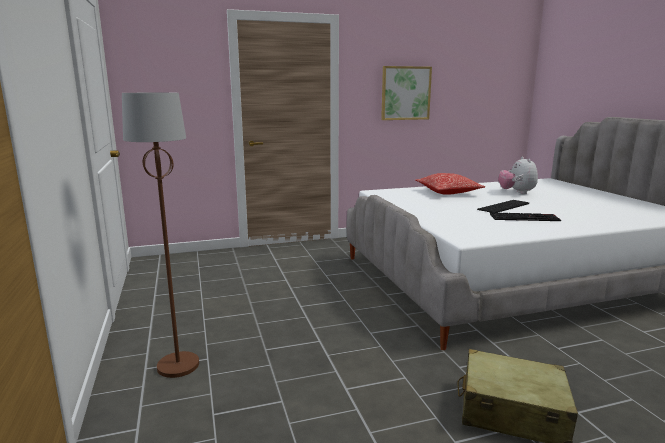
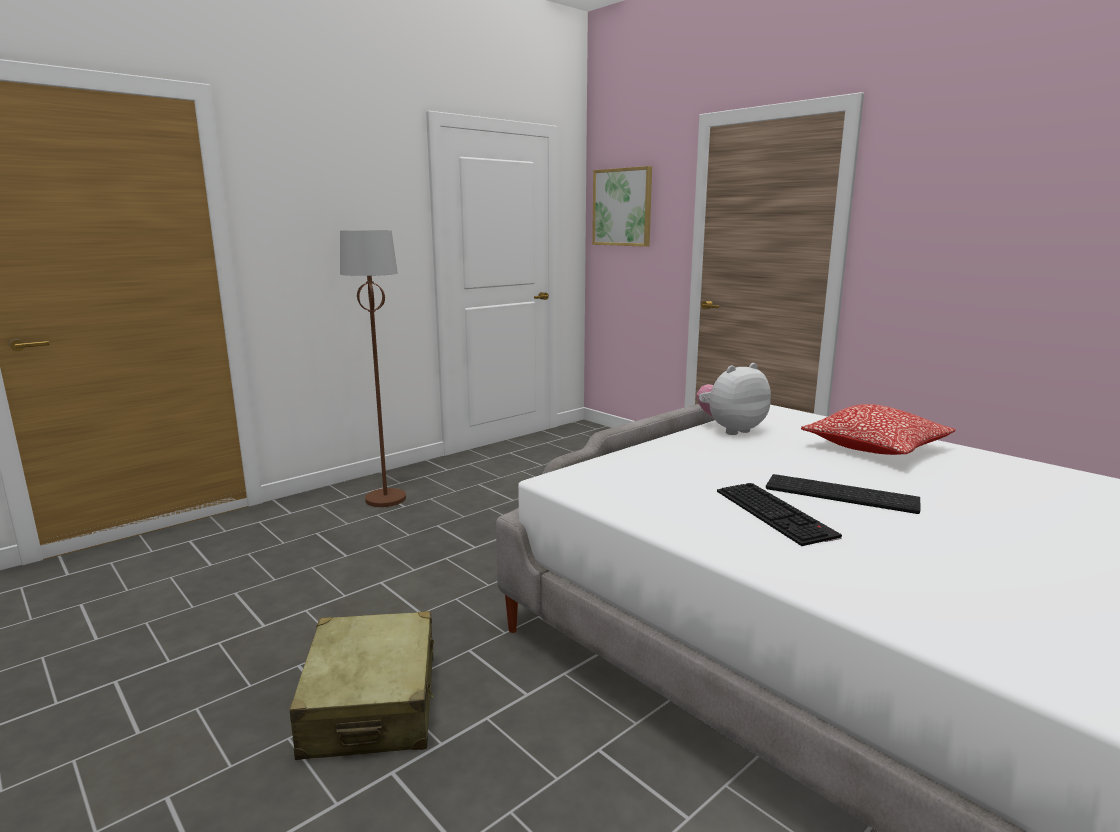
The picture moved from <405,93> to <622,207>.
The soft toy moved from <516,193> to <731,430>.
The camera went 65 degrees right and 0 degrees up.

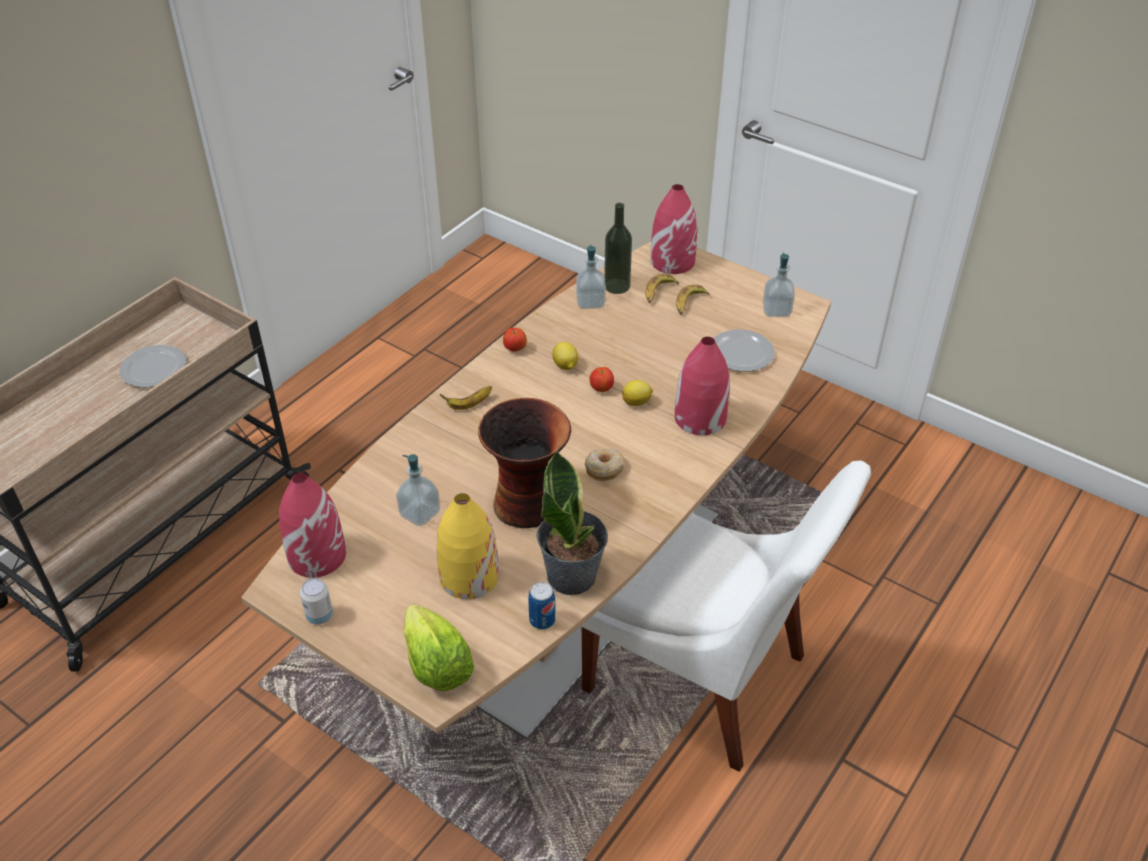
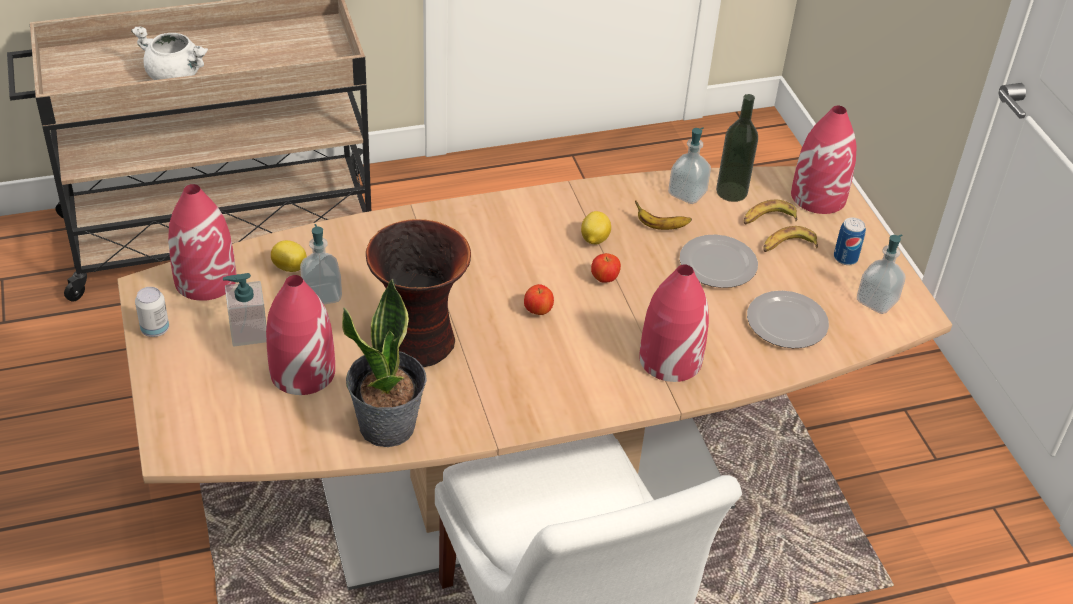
The whitish saucepot at <176,76> appeared.
The soap bottle at <248,332> appeared.
The yellow decorative vase at <468,577> became the red-coloured decorative vase at <302,372>.
The citrus fruit moved from <637,402> to <290,268>.
The whole apple moved from <515,349> to <538,311>.
The whole banana moved from <469,405> to <660,226>.
The dinner plate moved from <153,368> to <717,263>.
The metal can moved from <542,620> to <845,258>.
The lettuce at <436,665> disappeared.
The donut at <604,469> disappeared.
The camera went 35 degrees right and 0 degrees up.

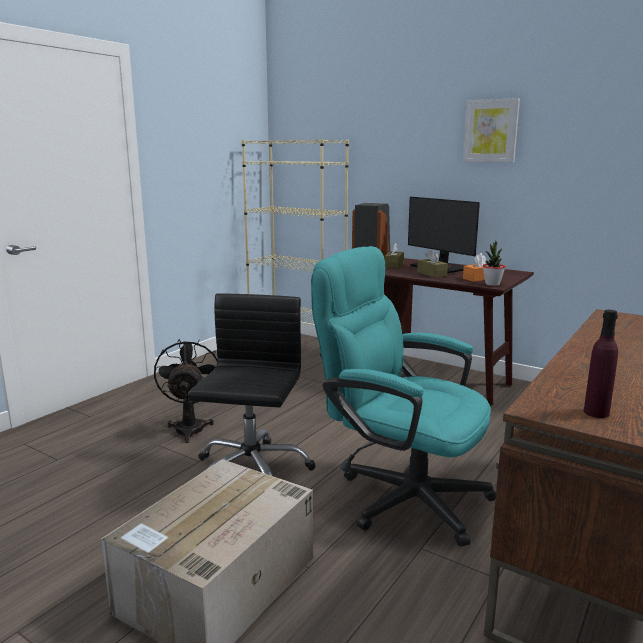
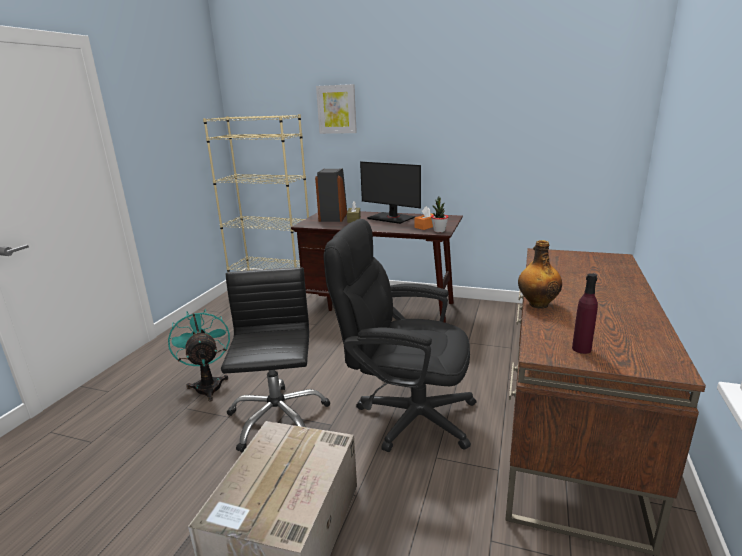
The black-coloured cooling fan at <190,426> became the turquoise cooling fan at <208,384>.
The picture moved from <491,131> to <337,109>.
The turquoise computer chair at <401,495> became the black-coloured computer chair at <405,414>.
The beverage bottle at <537,304> appeared.
The brownish tissue holder at <431,274> disappeared.
The camera went 15 degrees left and 5 degrees up.

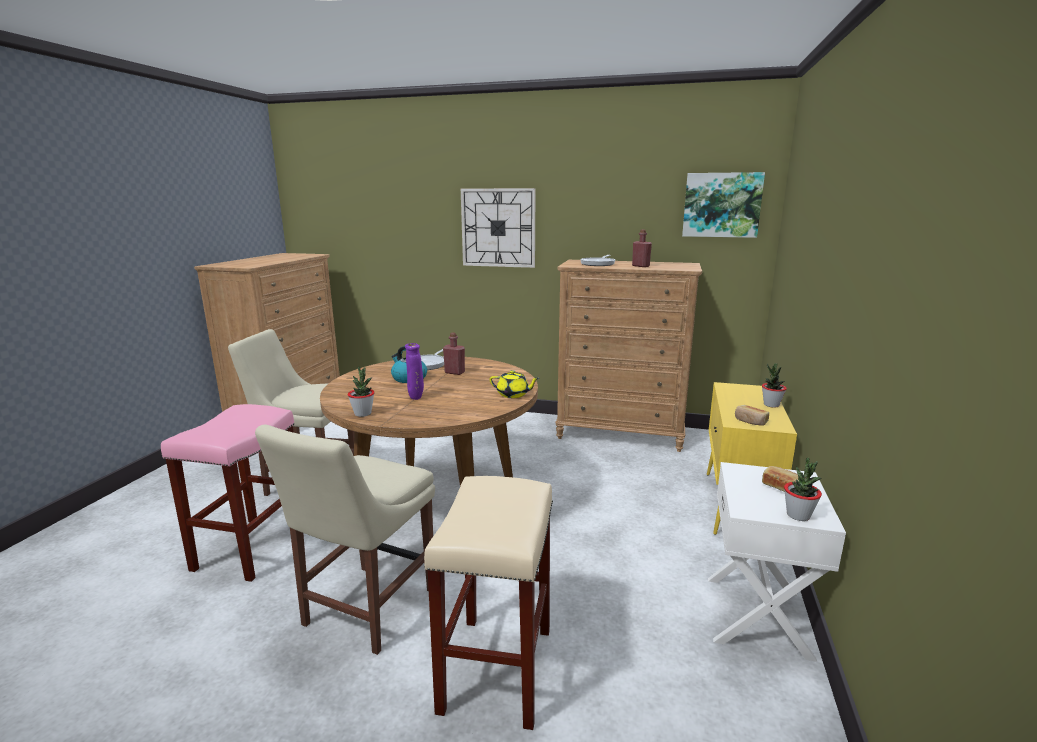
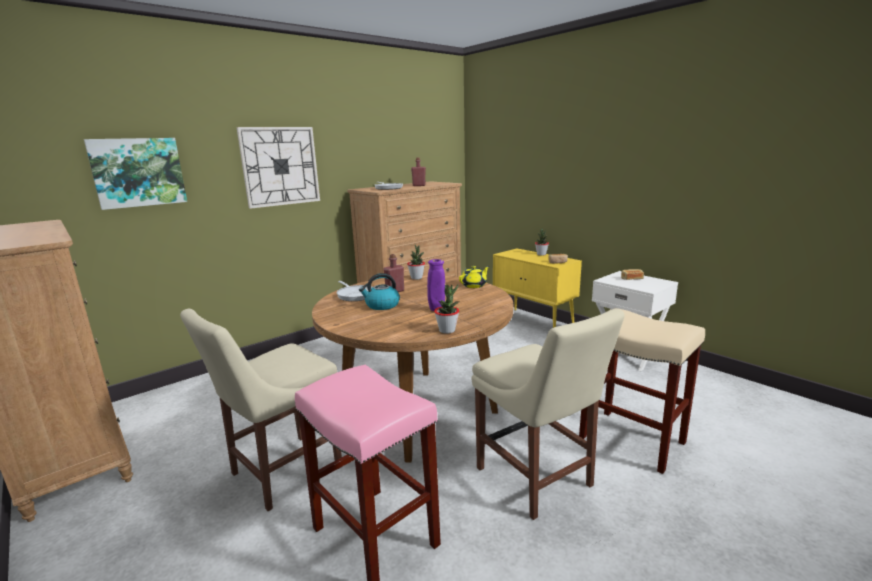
The picture moved from <721,205> to <138,172>.
The houseplant moved from <798,515> to <416,278>.
The camera went 55 degrees left and 0 degrees up.

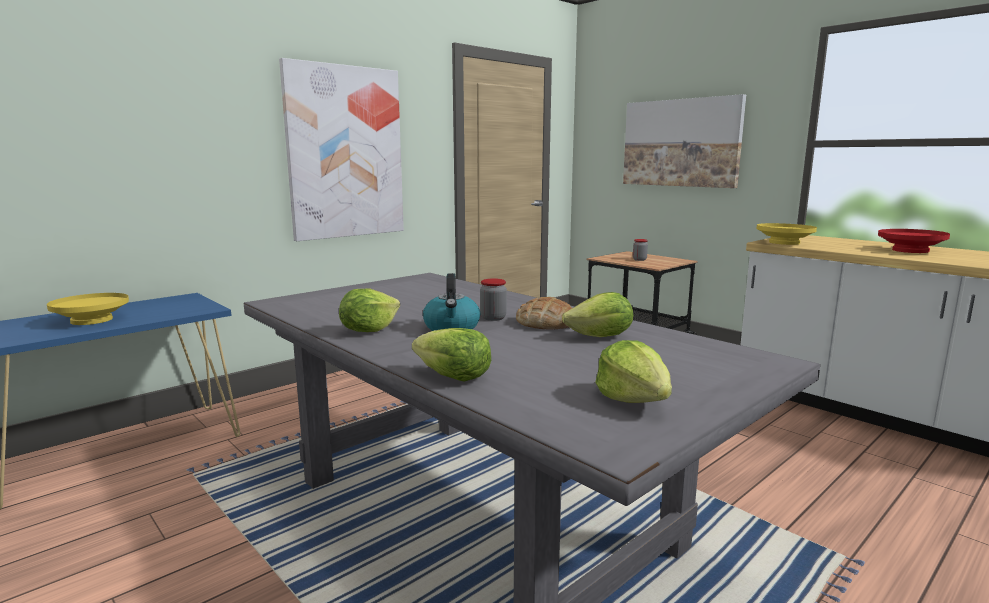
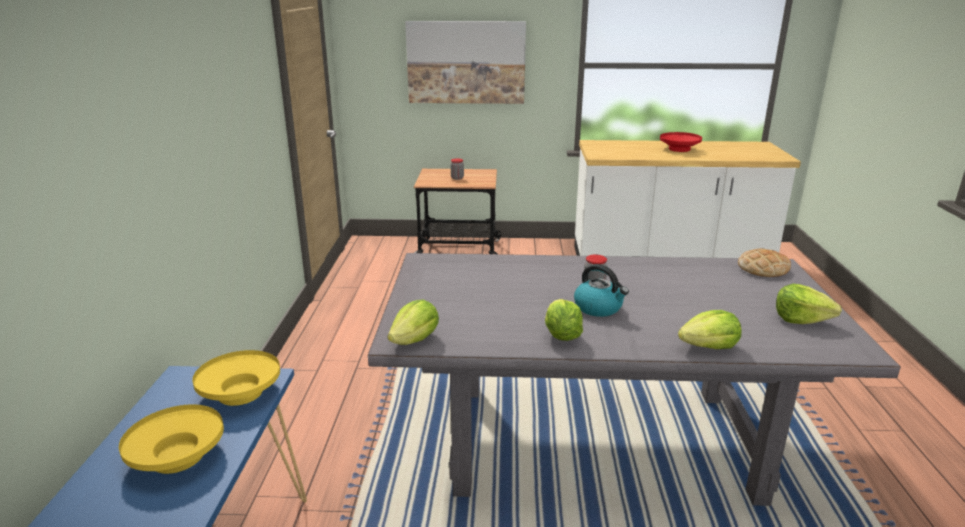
The yellow serving bowl moved from <784,243> to <240,393>.
The lettuce moved from <601,337> to <415,340>.
The bakery bread moved from <547,322> to <763,268>.
The picture at <345,153> disappeared.
The camera went 45 degrees left and 10 degrees up.

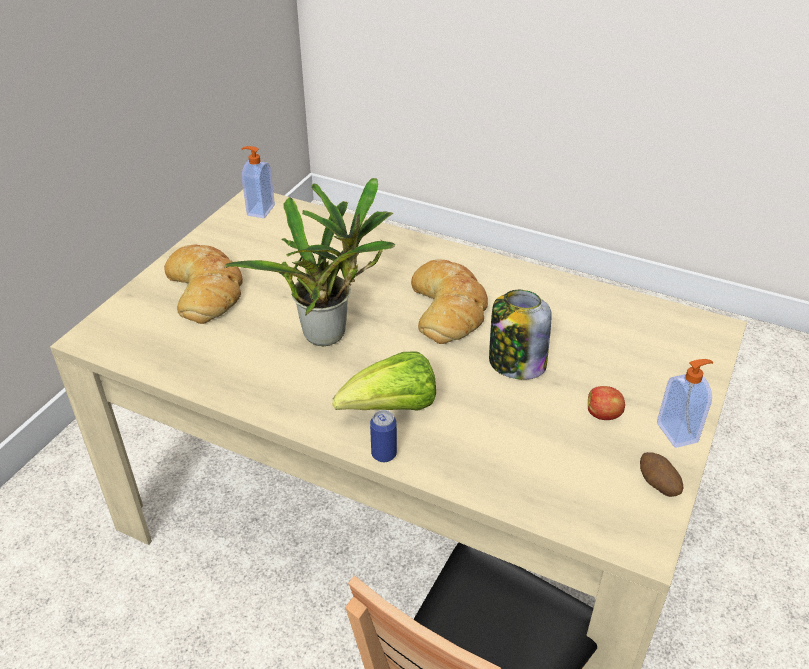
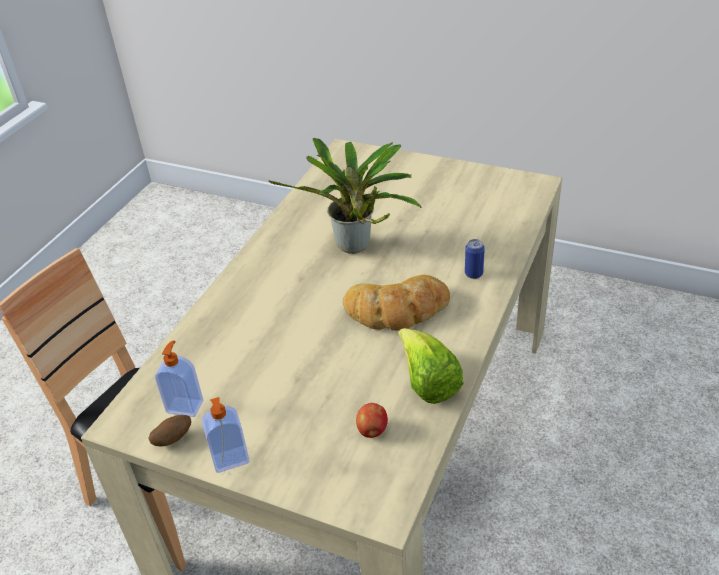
The soap bottle moved from <260,210> to <185,406>.
The whole apple moved from <603,415> to <372,430>.
The lettuce moved from <391,409> to <428,383>.
The metal can moved from <384,454> to <473,274>.
The bakery bread at <206,288> disappeared.
The storage jar at <515,363> disappeared.
The camera went 90 degrees right and 0 degrees up.

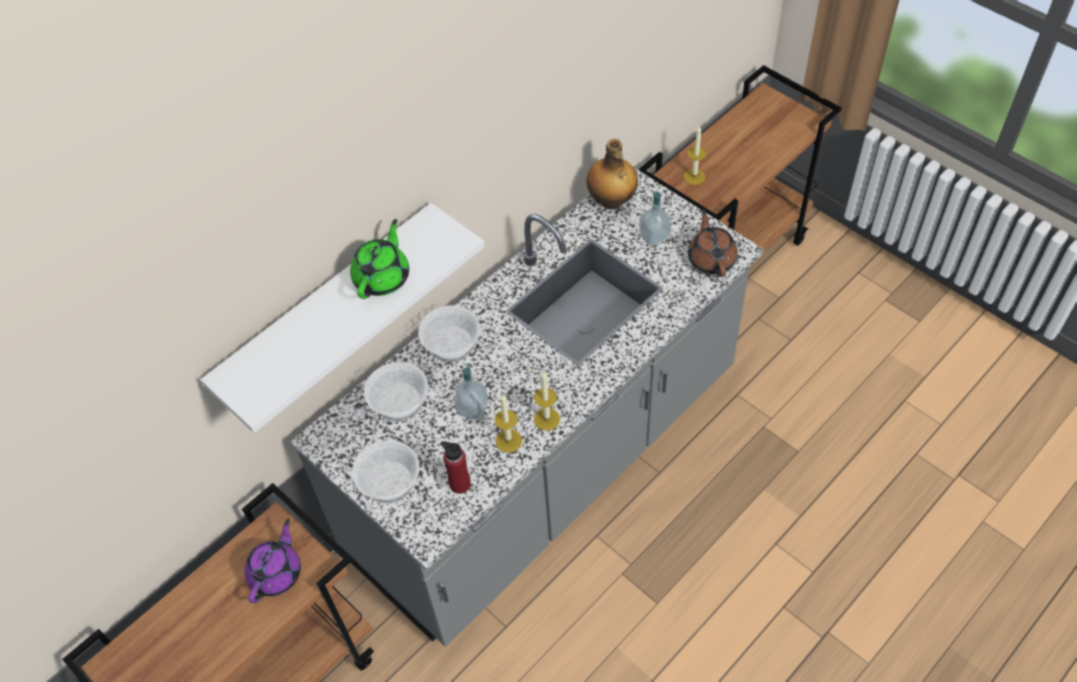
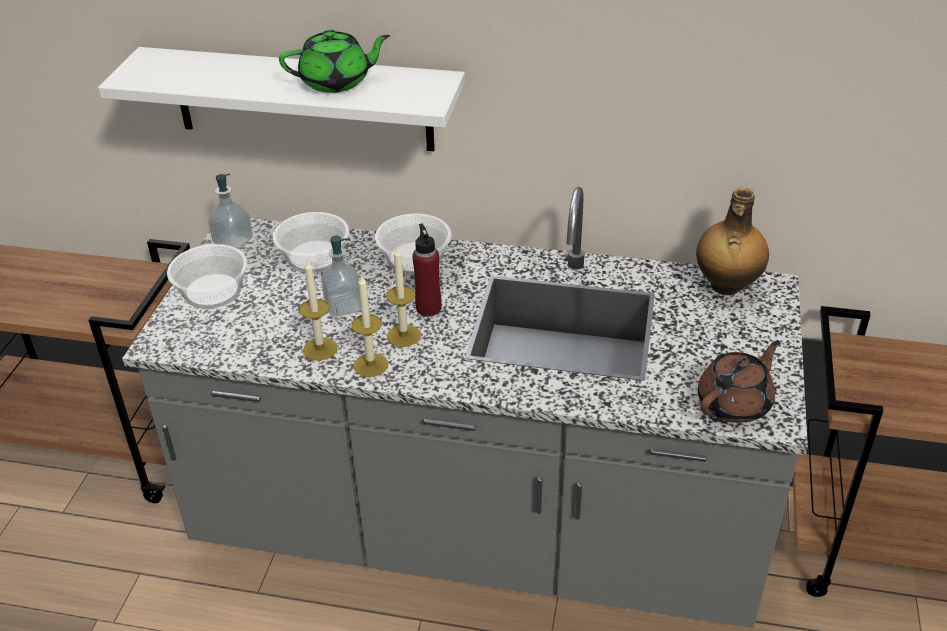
The soap bottle moved from <654,236> to <233,242>.
The wax light moved from <694,177> to <403,335>.
The red-coloured beverage bottle moved from <459,484> to <428,308>.
The purple-coloured pot for tea at <276,573> disappeared.
The camera went 55 degrees right and 15 degrees down.

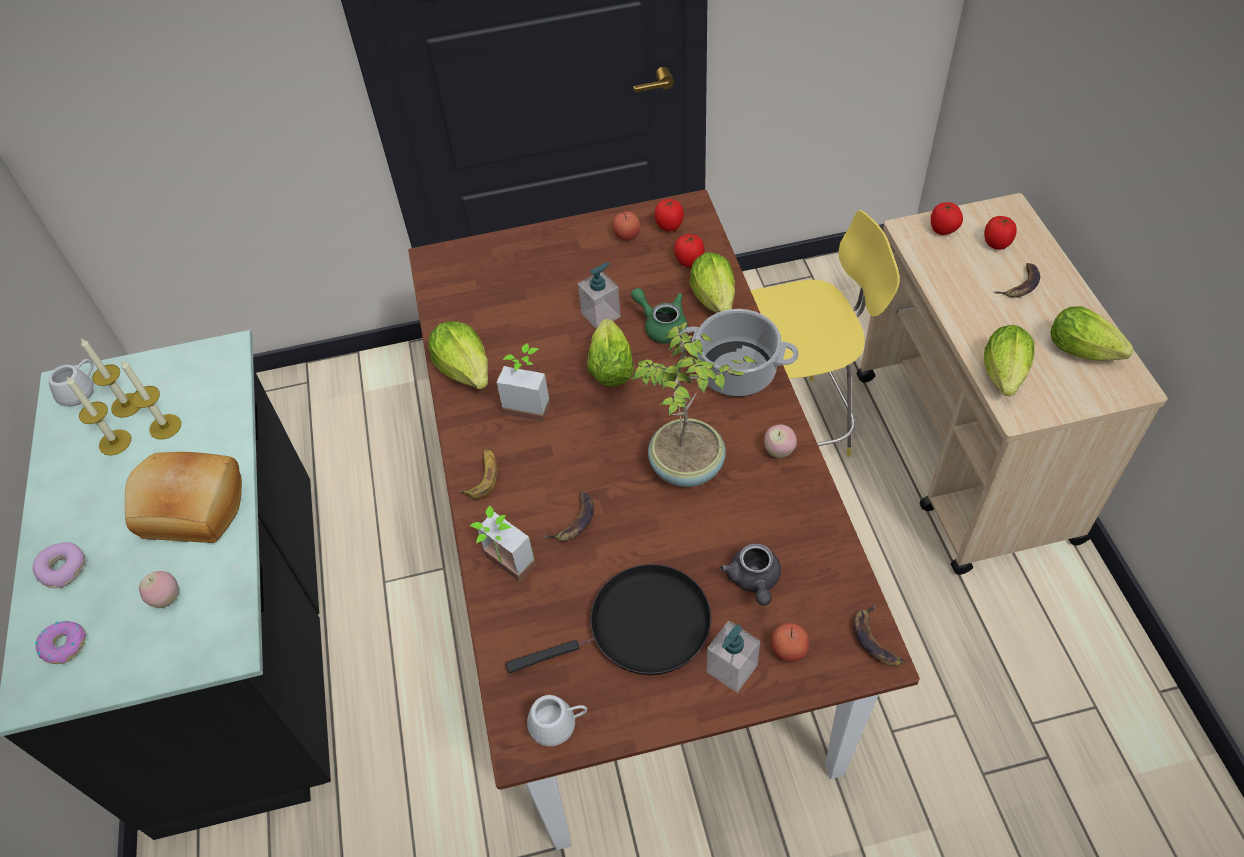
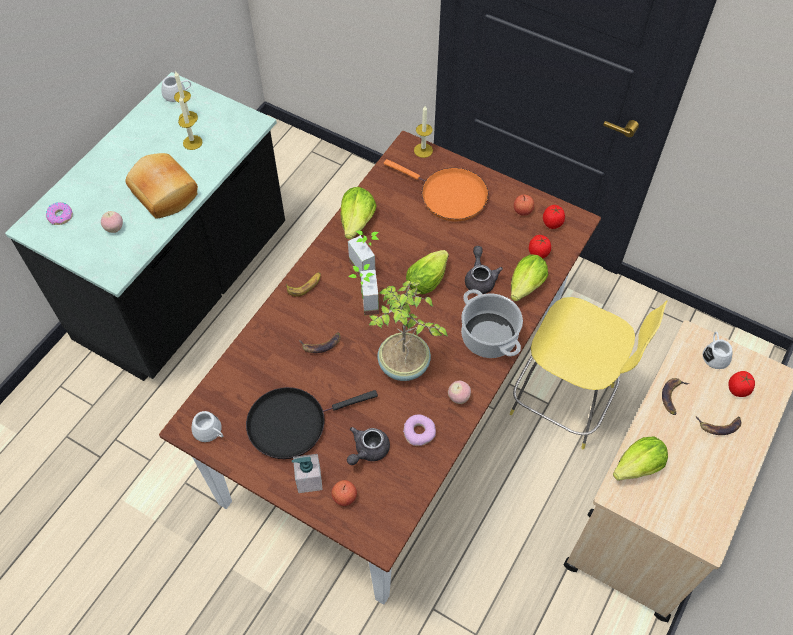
The black-coloured skillet at <641,627> turned 135 degrees clockwise.
The houseplant moved from <503,568> to <363,302>.
The orangey skillet at <449,196> appeared.
The donut moved from <63,568> to <419,432>.
The wax light moved from <115,442> to <423,150>.
The greenish pot for tea at <661,326> became the grey pot for tea at <480,278>.
The whole banana moved from <875,639> to <673,396>.
The fresh tomato at <943,230> was replaced by the whitish coffee mug at <714,354>.
The soap bottle at <601,315> disappeared.
The lettuce at <1086,352> disappeared.
The camera went 40 degrees right and 5 degrees up.

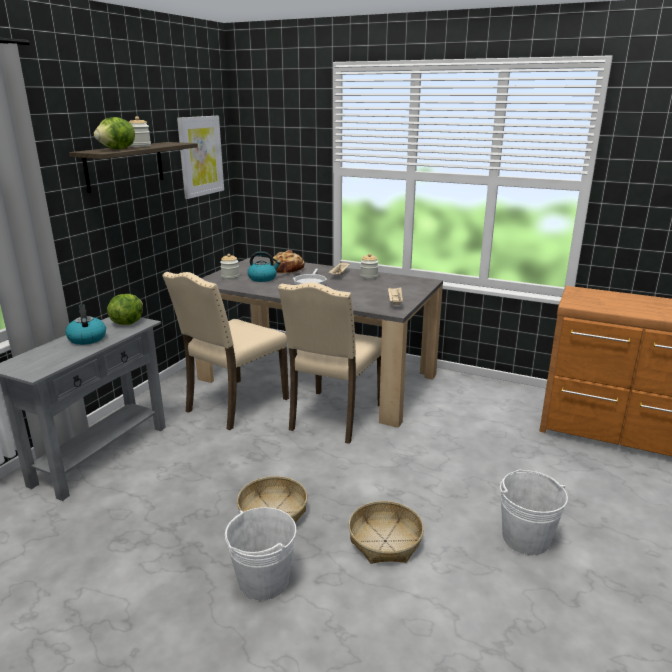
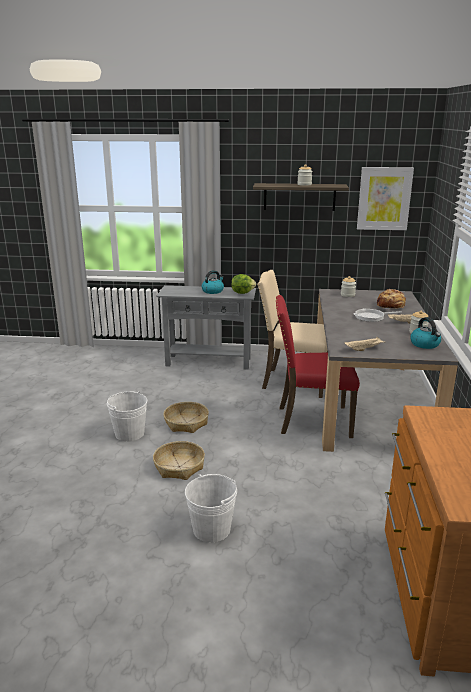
The beige plain chair at <333,417> became the red-coloured plain chair at <312,421>.
The water kettle moved from <263,278> to <425,344>.
The lettuce at <118,149> disappeared.
The camera went 70 degrees right and 0 degrees up.

